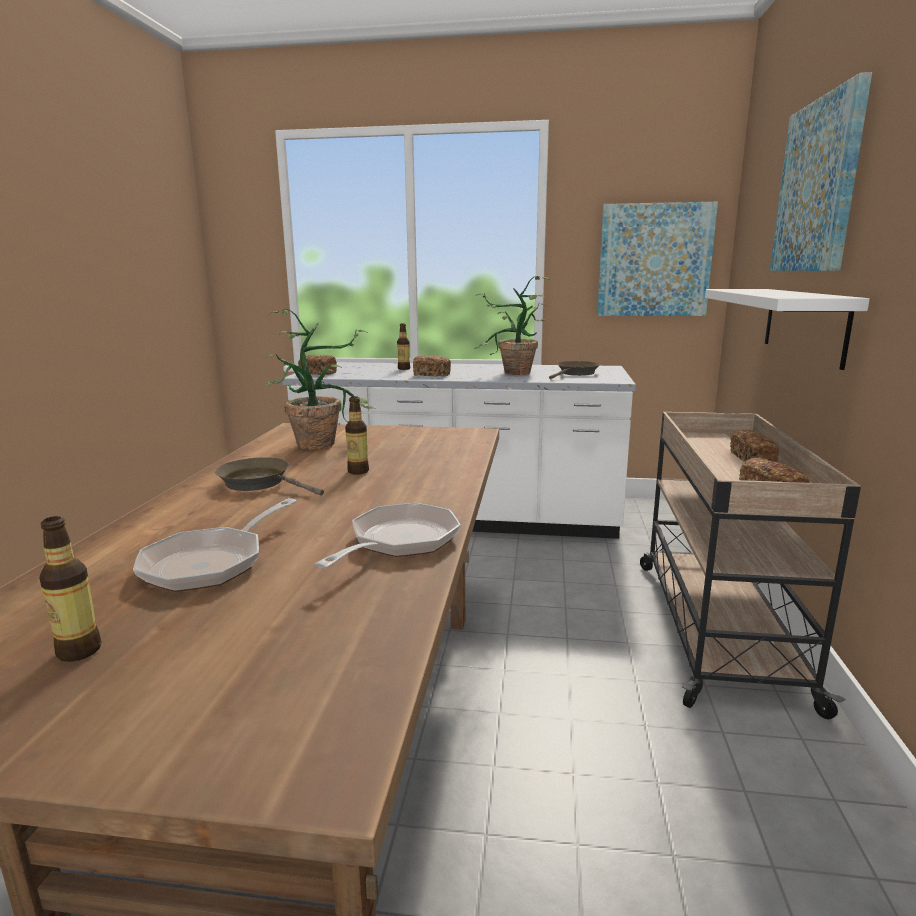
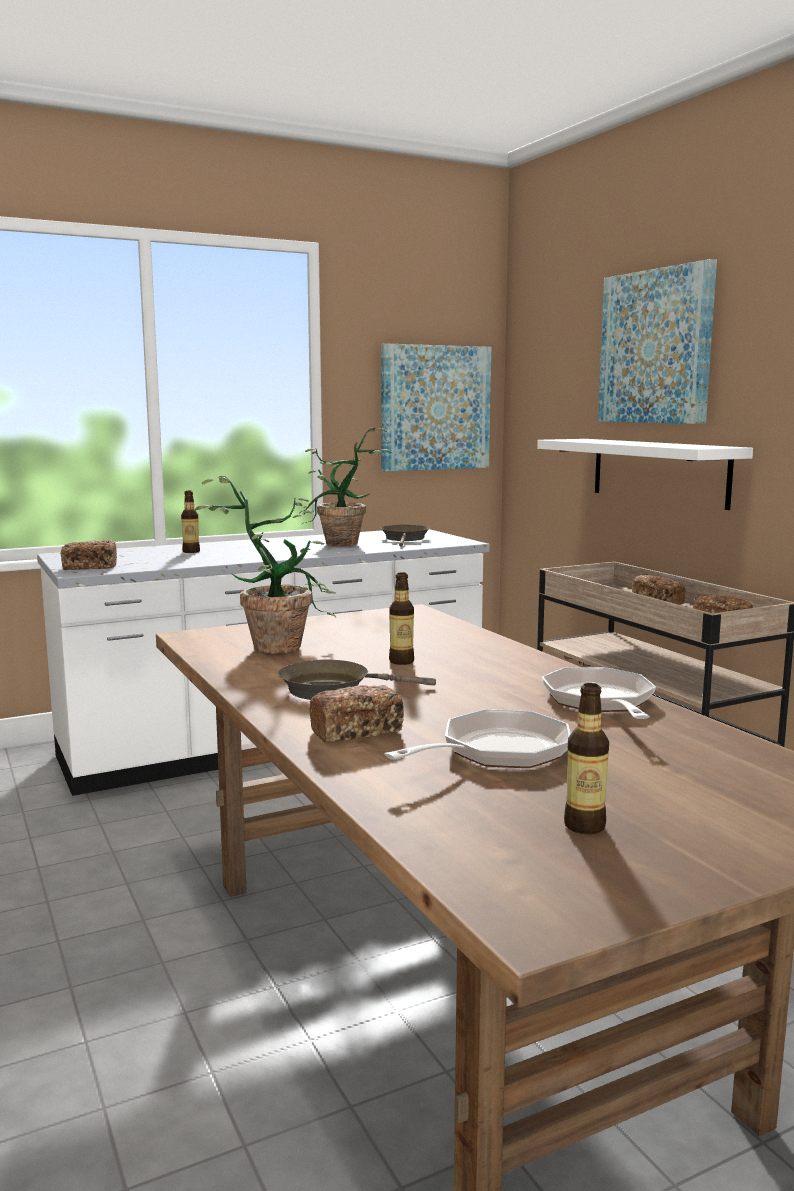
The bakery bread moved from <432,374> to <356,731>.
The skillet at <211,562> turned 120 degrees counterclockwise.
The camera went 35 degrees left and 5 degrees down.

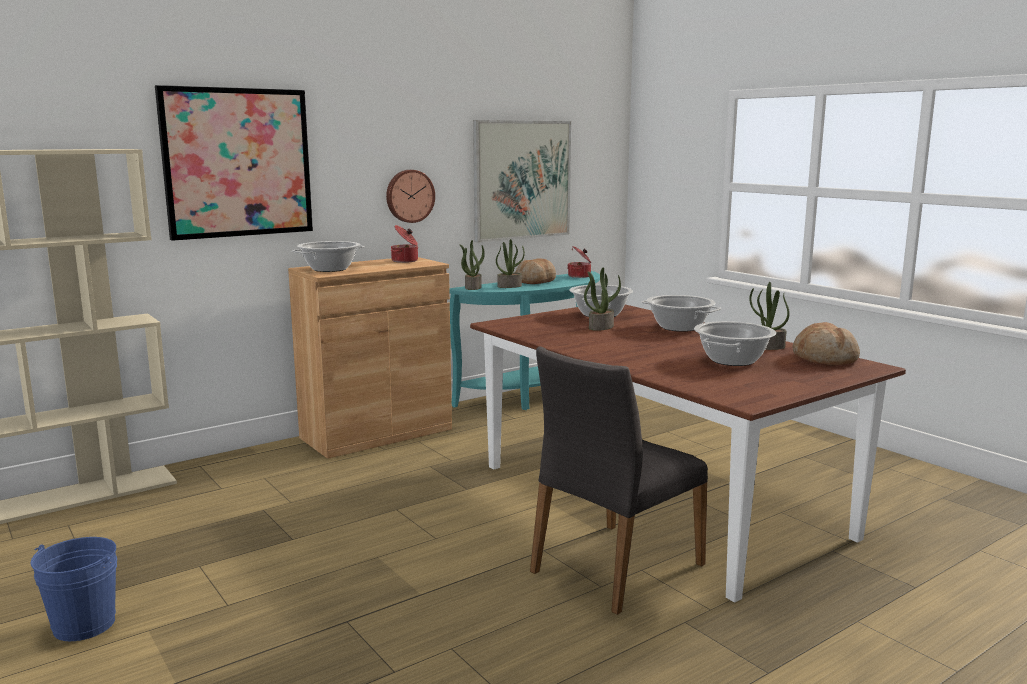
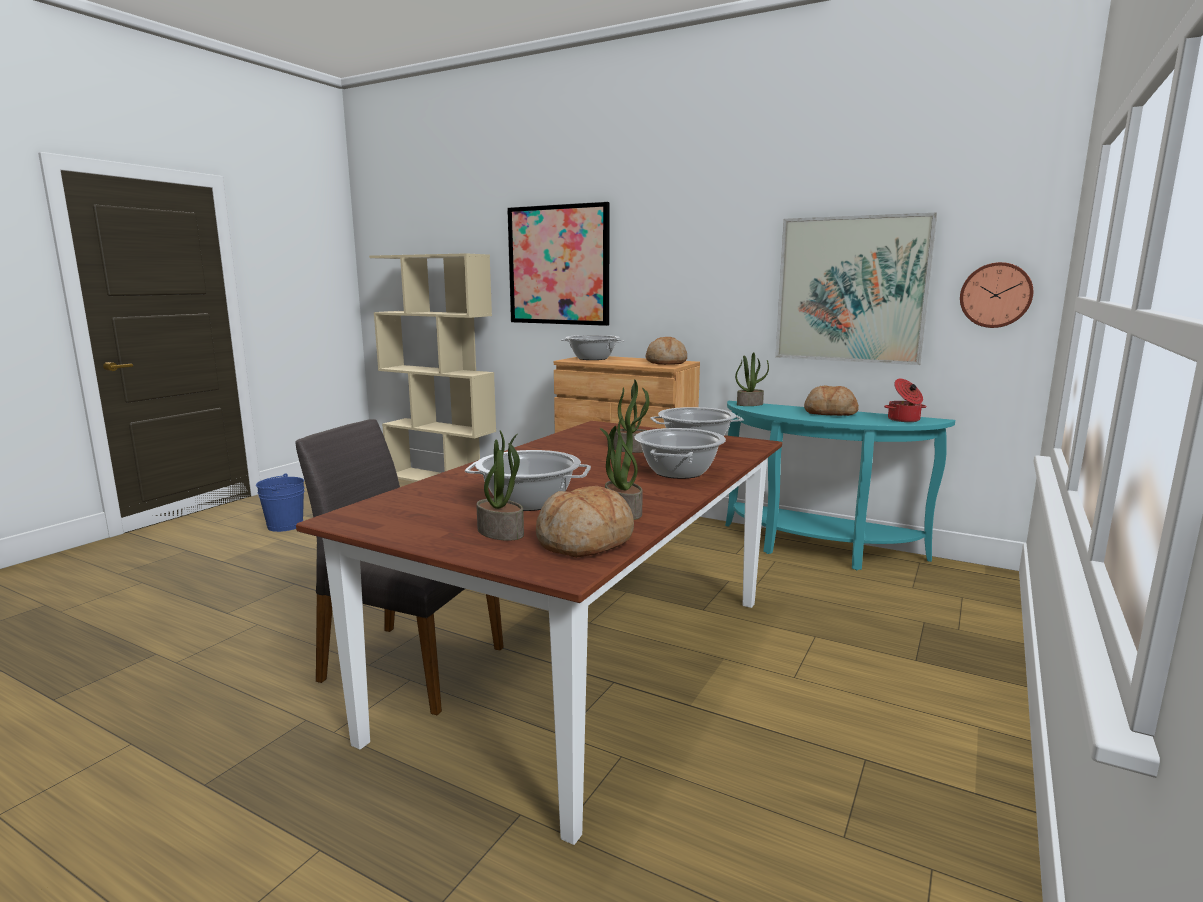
The houseplant moved from <509,286> to <501,532>.
The saucepot at <405,261> was replaced by the bakery bread at <666,362>.
The wall clock moved from <409,196> to <995,295>.
The camera went 65 degrees right and 0 degrees up.

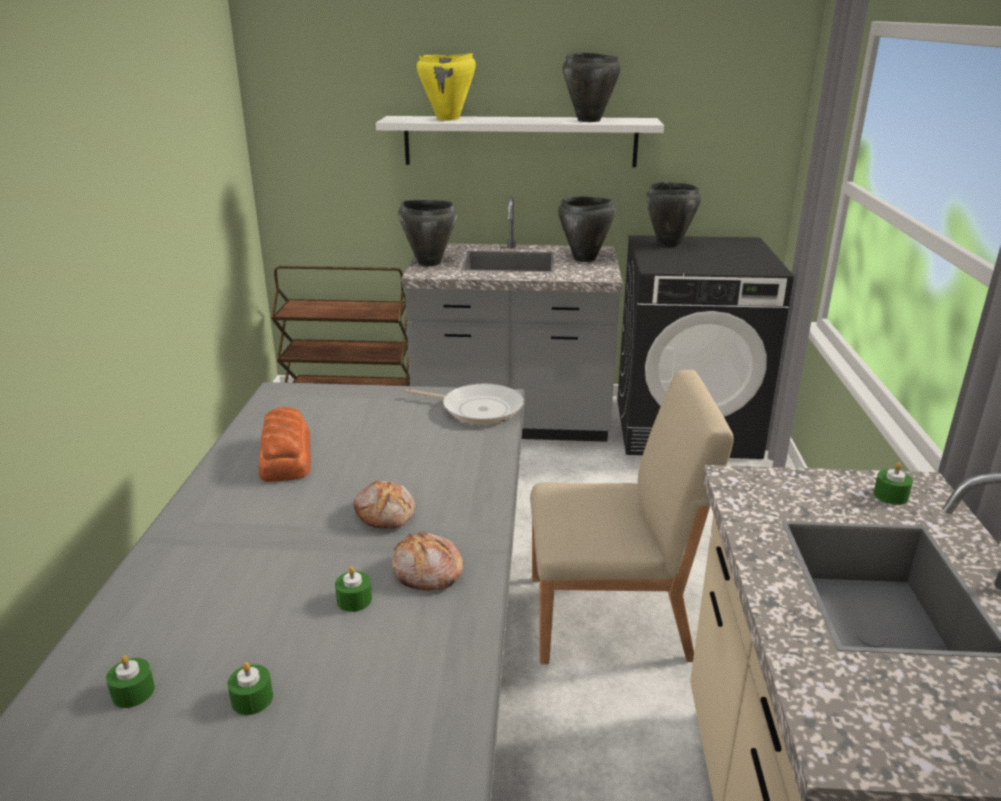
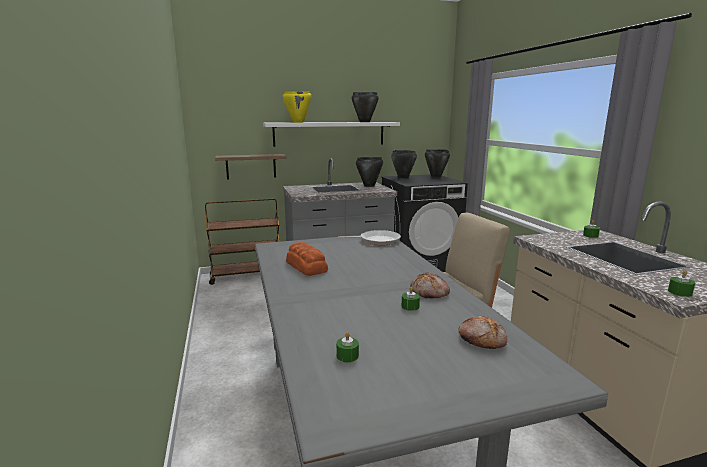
The shelf at <251,166> appeared.
The black-coloured saucepot moved from <428,263> to <435,176>.
The bakery bread moved from <386,513> to <481,339>.
The greenish wax light moved from <252,699> to <680,292>.
The camera went 20 degrees left and 10 degrees down.

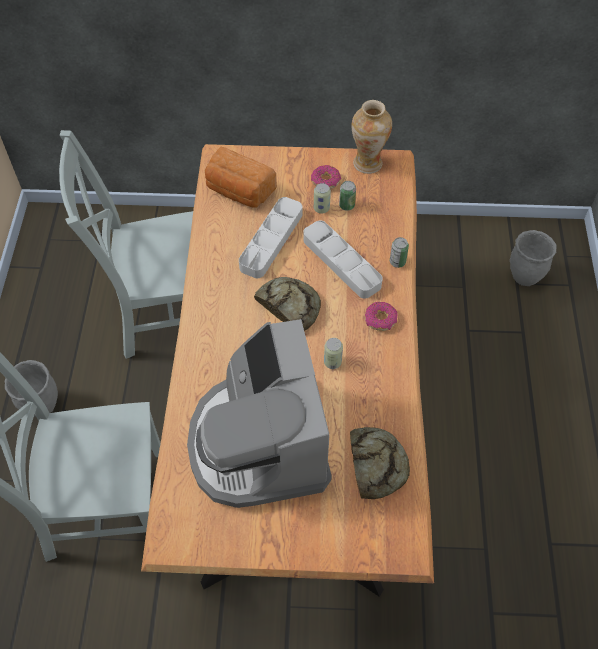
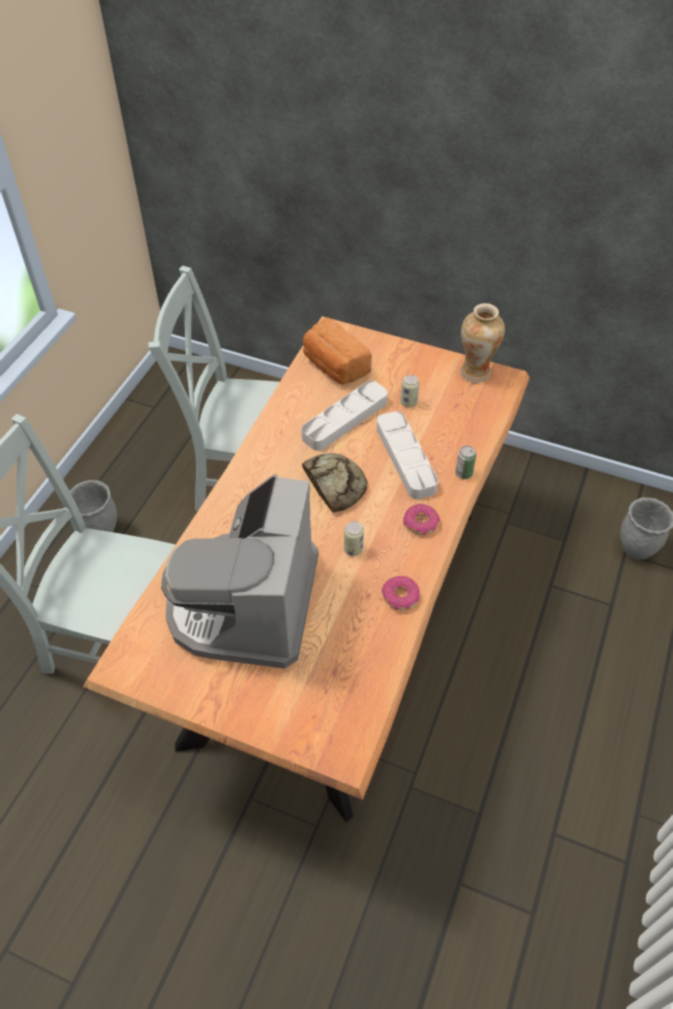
The donut moved from <325,181> to <400,597>.
The metal can at <346,205> disappeared.
The bakery bread at <375,464> disappeared.
The camera went 20 degrees right and 5 degrees down.

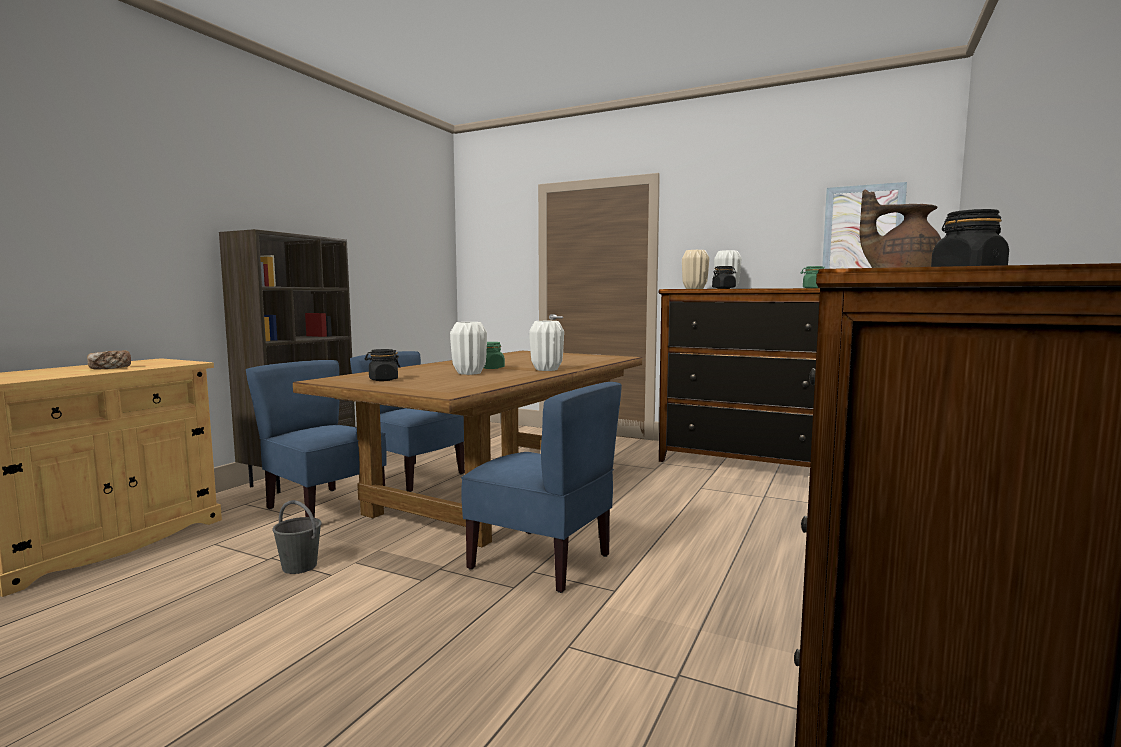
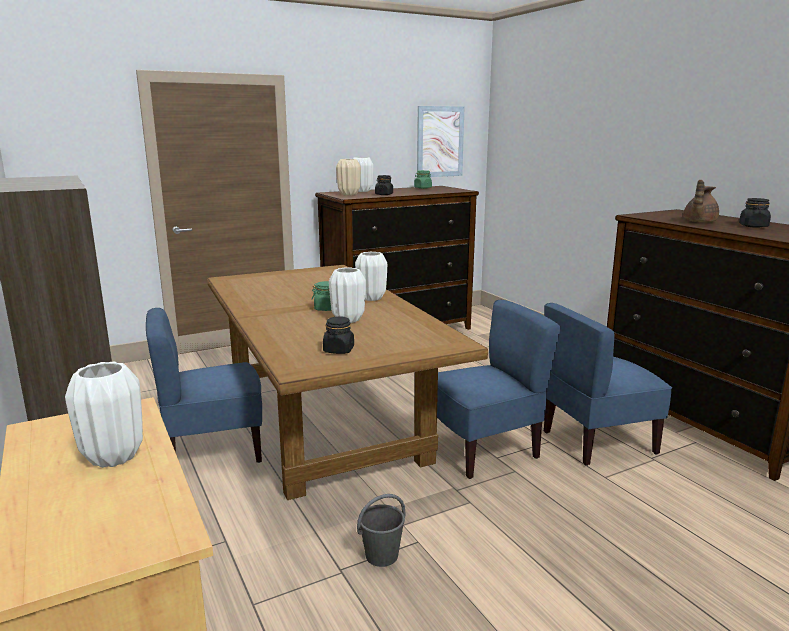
The bakery bread at <110,368> was replaced by the whitish decorative vase at <114,457>.
The blue-coloured plain chair moved from <324,507> to <597,442>.
The camera went 55 degrees left and 10 degrees up.

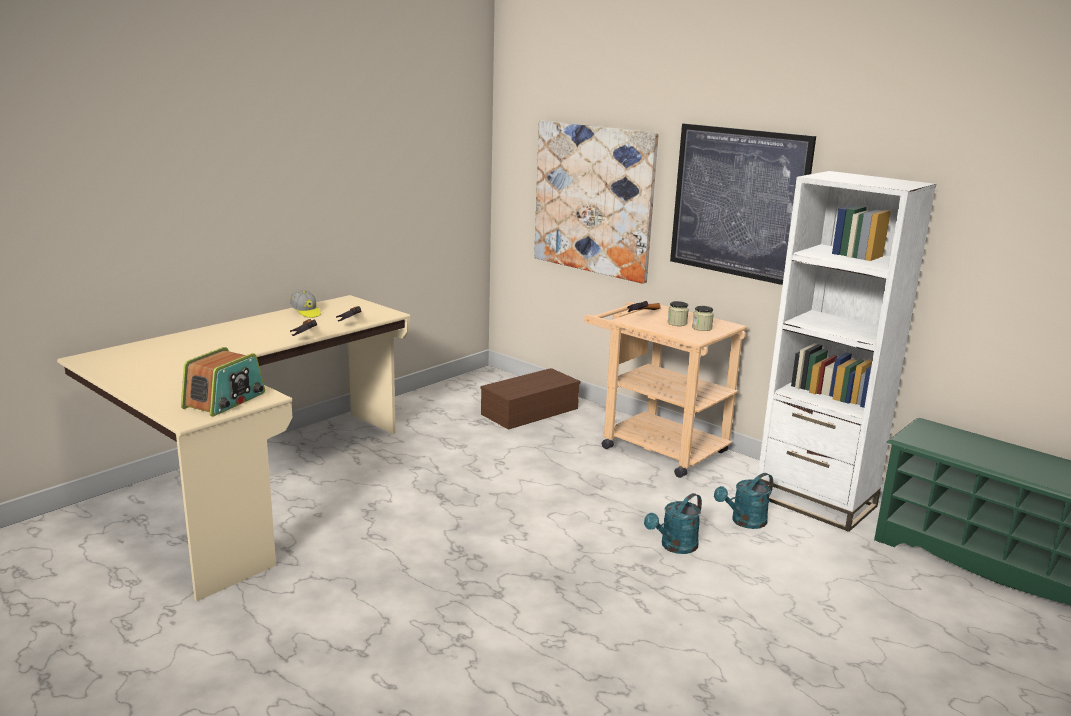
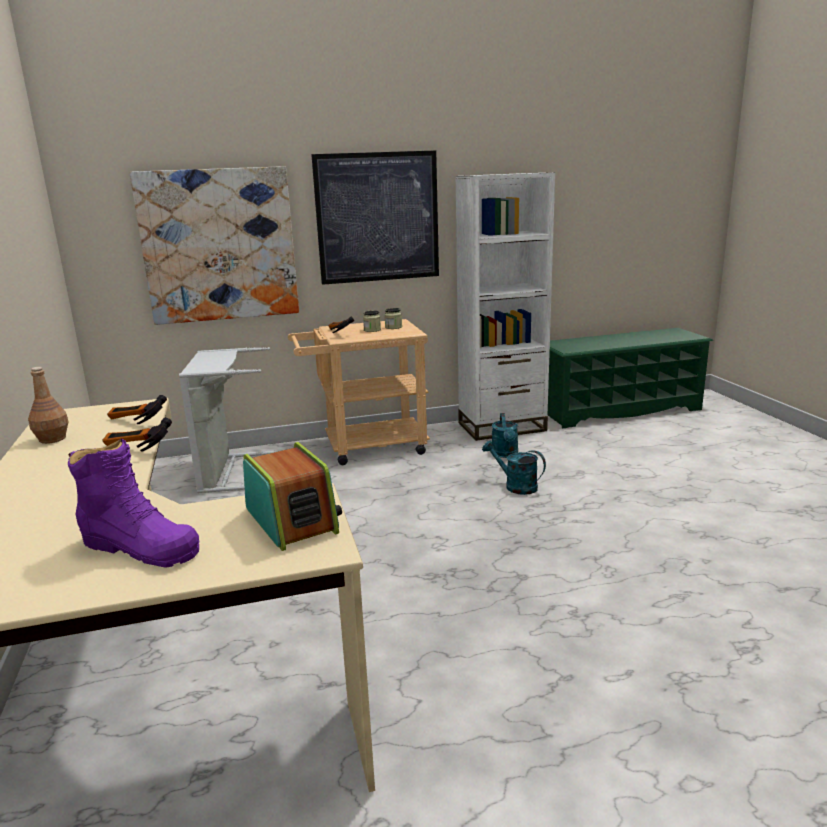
The peaked cap at <306,312> was replaced by the brownish beverage bottle at <52,439>.
The purple-coloured high-top boot at <140,547> appeared.
The brownish storage bin at <530,411> was replaced by the grey hamper at <230,473>.
The turquoise sprinkling can at <674,547> turned 135 degrees clockwise.
The camera went 55 degrees left and 0 degrees up.

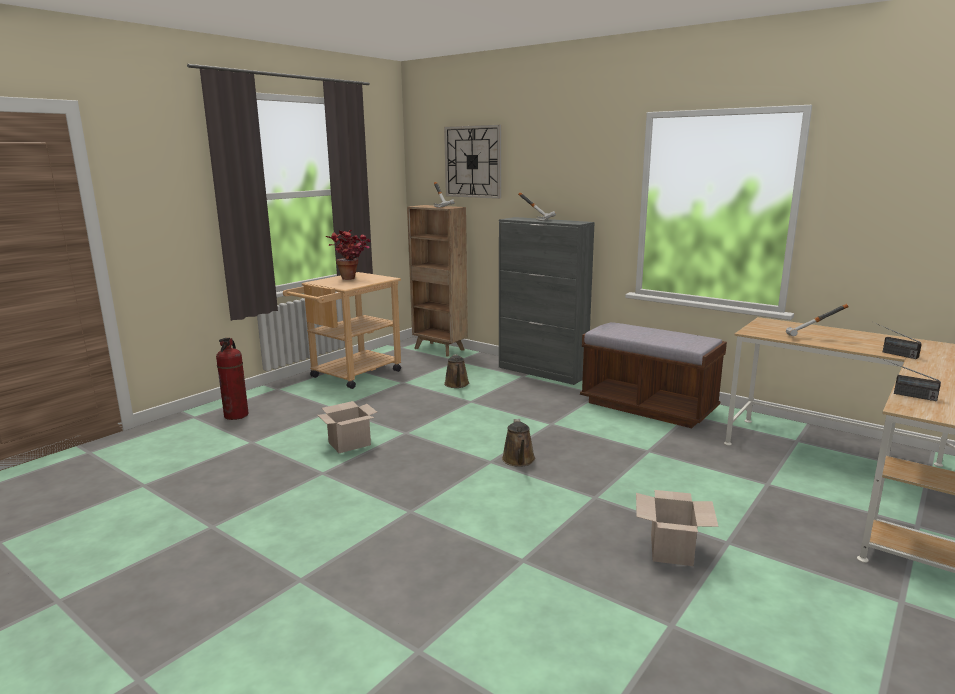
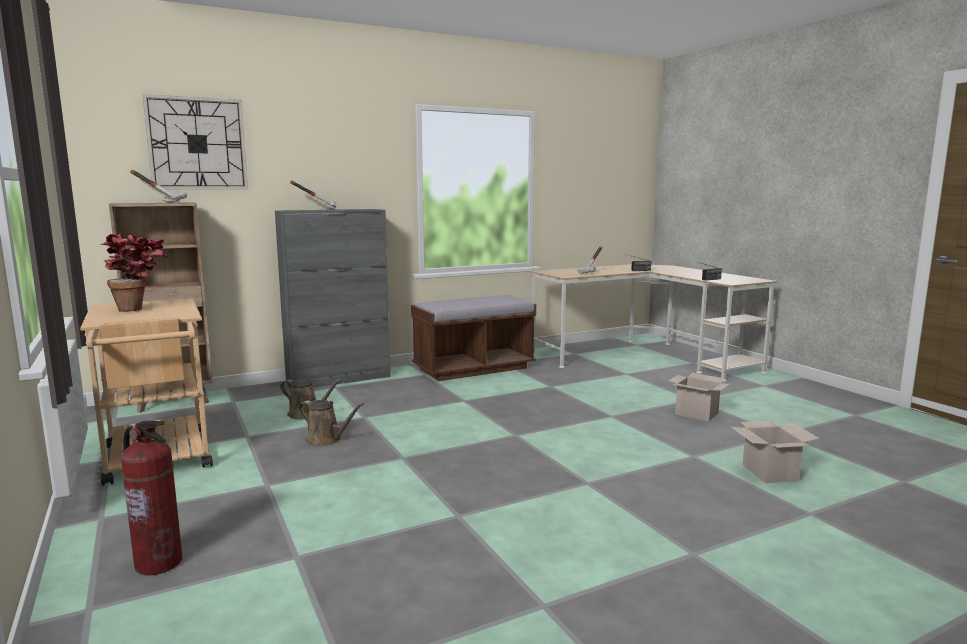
The brownish sprinkling can moved from <519,460> to <326,440>.
The cardboard box moved from <350,443> to <768,472>.
The camera went 65 degrees left and 5 degrees down.

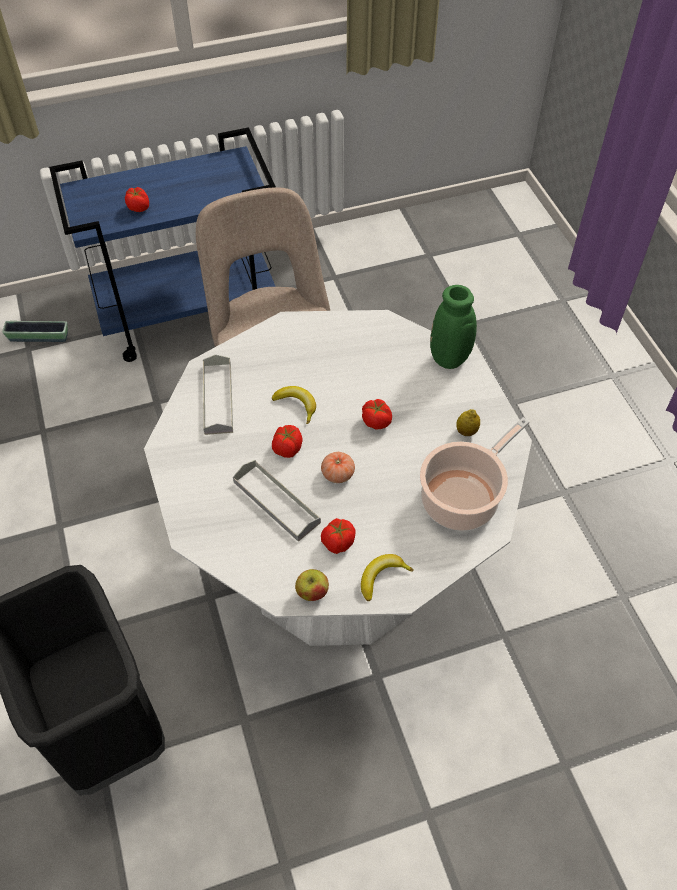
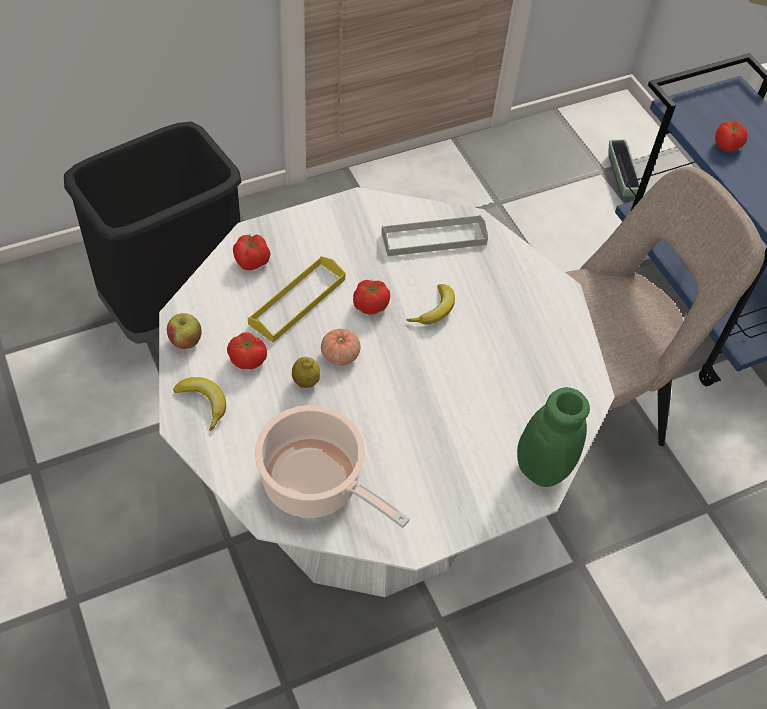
The fresh tomato moved from <376,421> to <252,262>.
The grey serving tray at <276,502> became the yellow serving tray at <297,301>.
The citrus fruit moved from <466,431> to <306,381>.
The camera went 80 degrees right and 0 degrees up.

